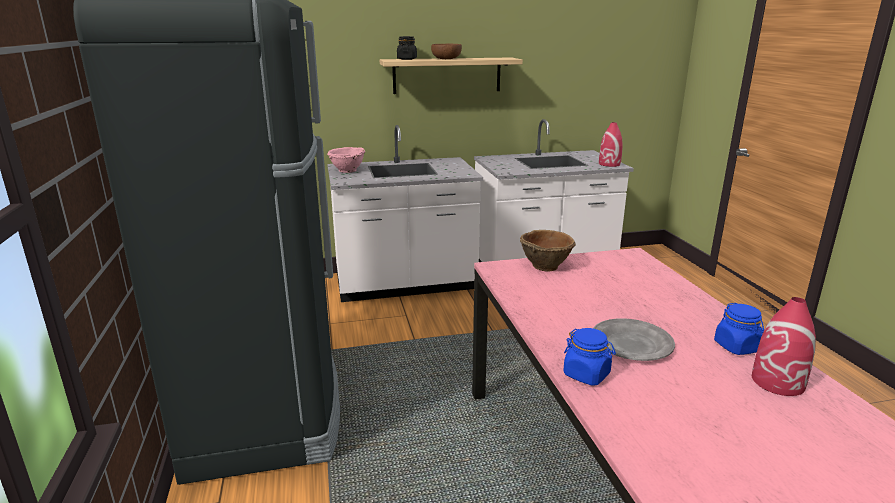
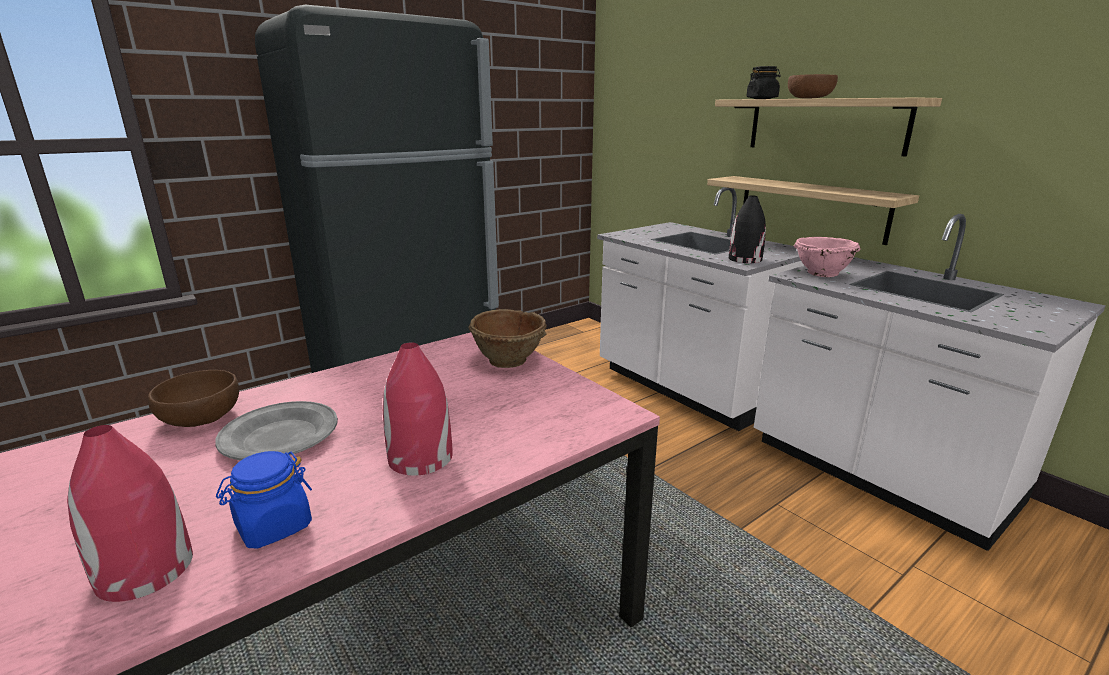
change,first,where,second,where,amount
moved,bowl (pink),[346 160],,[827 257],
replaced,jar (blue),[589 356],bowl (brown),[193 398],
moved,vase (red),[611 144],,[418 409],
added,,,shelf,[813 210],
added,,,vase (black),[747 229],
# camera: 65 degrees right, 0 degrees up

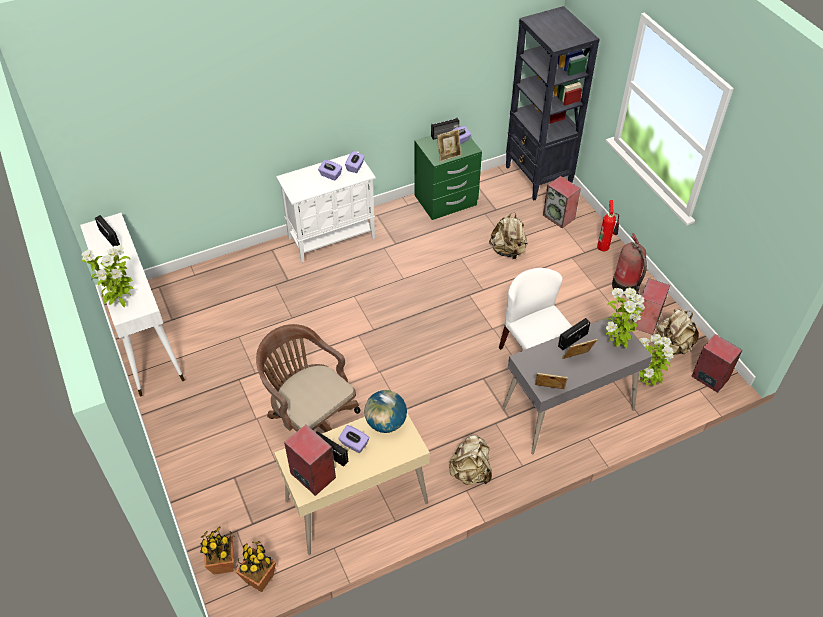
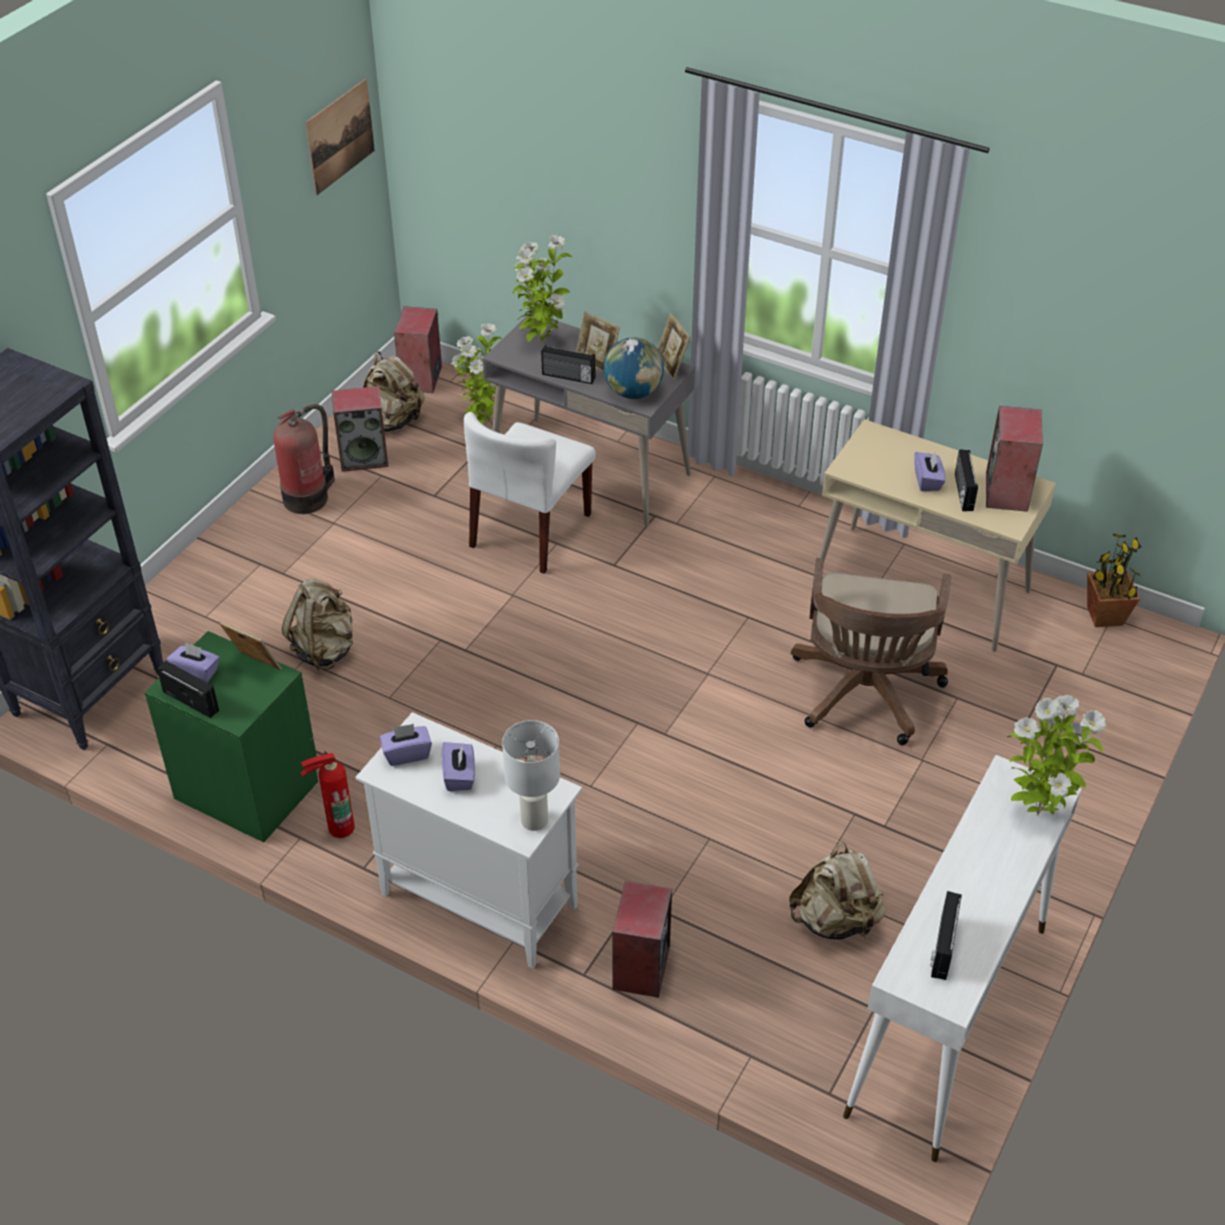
change,first,where,second,where,amount
removed,potted plant,[217 551],,,
moved,globe,[385 411],,[634 368],
moved,backpack (beige),[470 460],,[837 890],
moved,speaker,[562 202],,[642 939],
moved,fire extinguisher,[608 225],,[327 794],
added,,,picture,[340 137],
added,,,table lamp (white),[531 775],
# camera: 125 degrees left, 5 degrees down

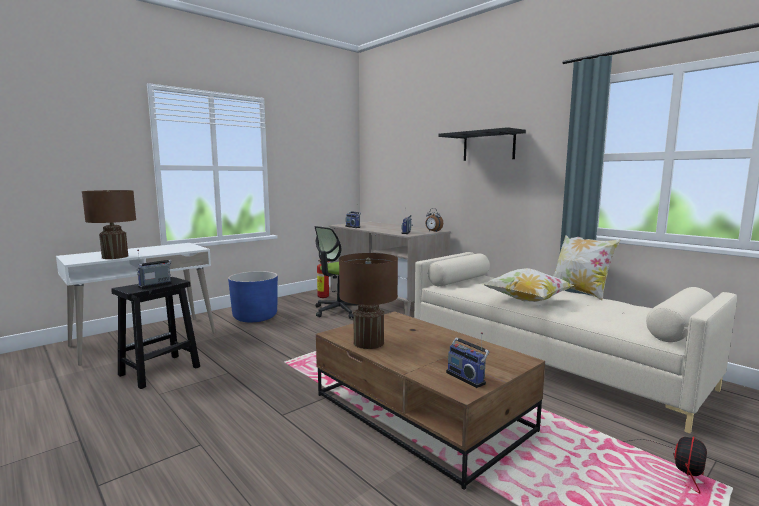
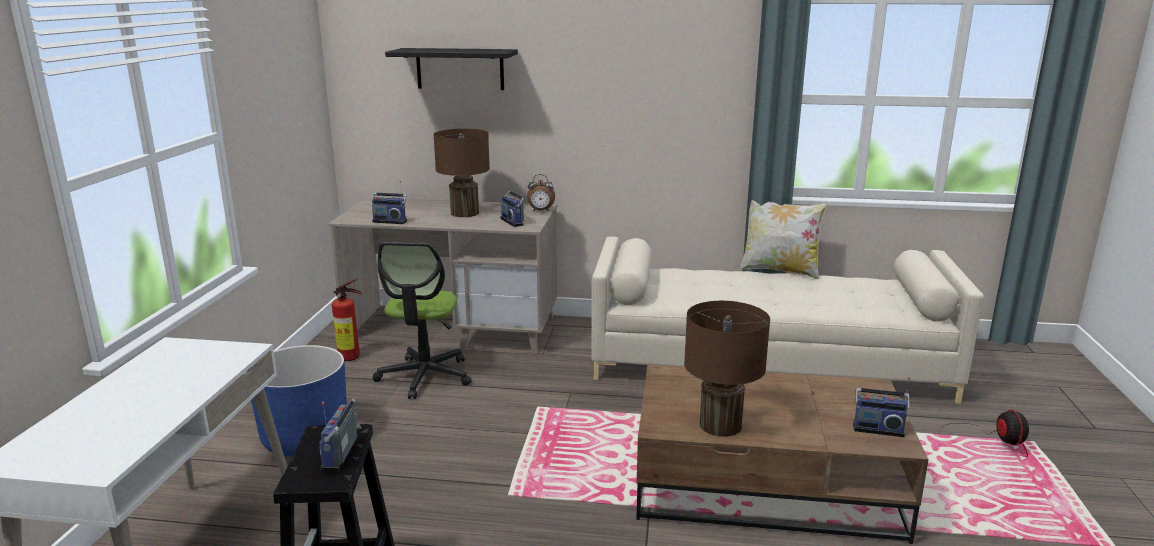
change,first,where,second,where,amount
moved,table lamp (brown),[109 224],,[461 173],
moved,shelf (black),[482 144],,[451 69],
removed,pillow,[528 285],,,
# camera: 40 degrees left, 10 degrees up

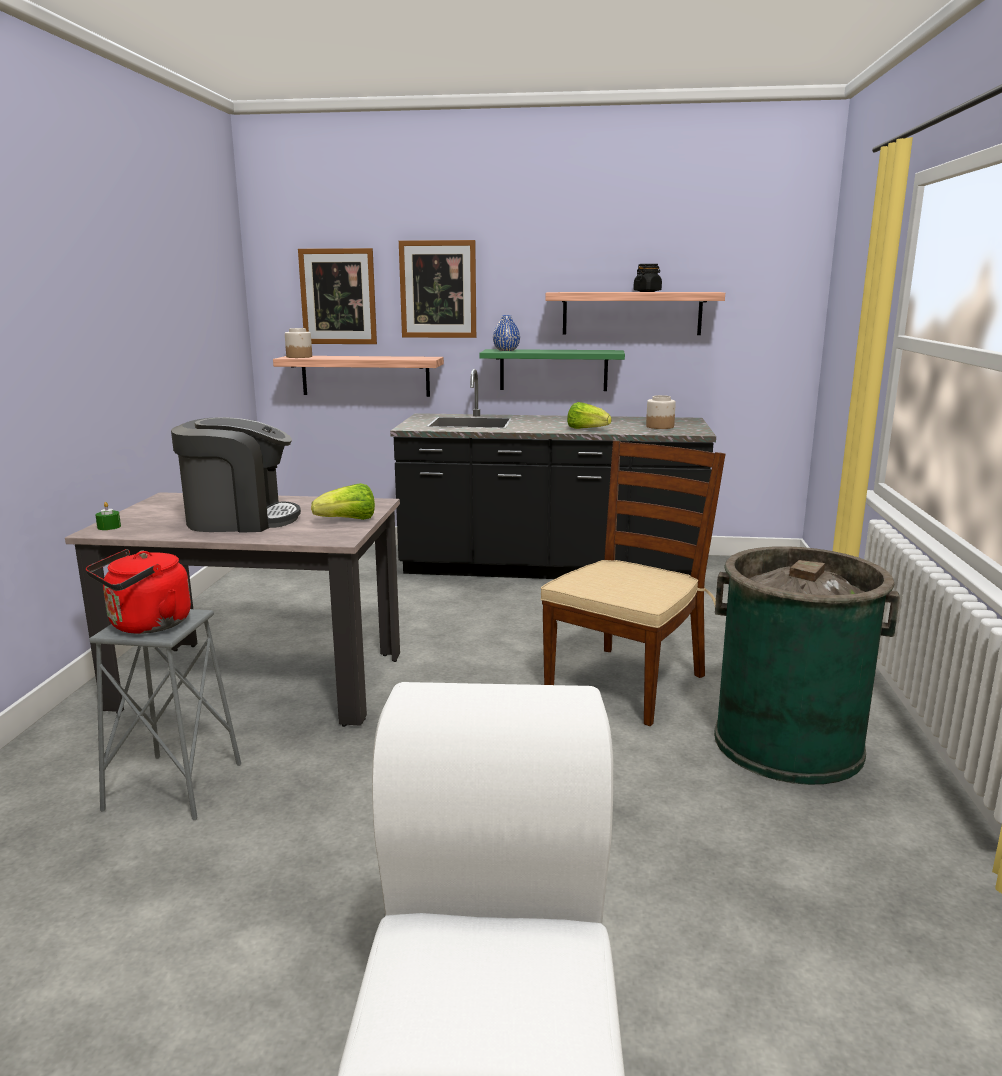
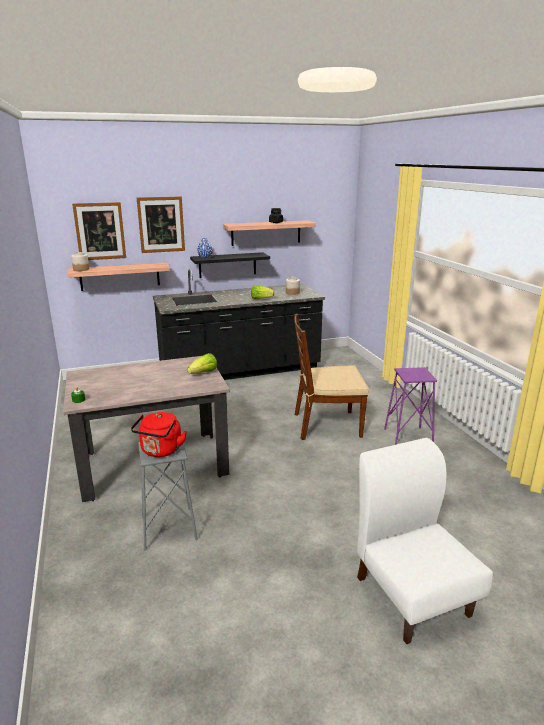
change,first,where,second,where,amount
removed,coffee machine,[236 475],,,
recoloured,shelf (green),[552 370],shelf (black),[230 265],
turned,chair (brown),[633 583],,[331 377],105 degrees counterclockwise
replaced,trash can (green),[807 665],stool (purple),[410 406],
# camera: 25 degrees left, 5 degrees up

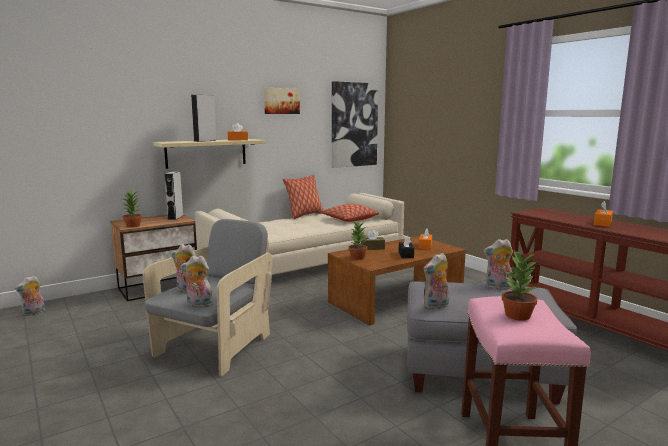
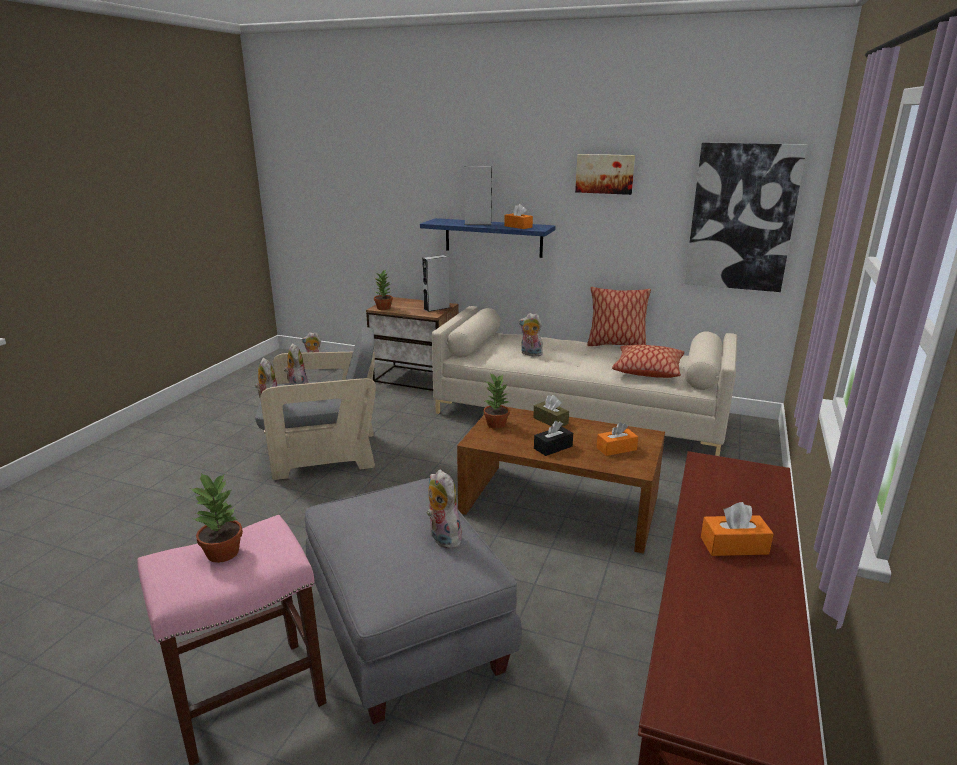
change,first,where,second,where,amount
recoloured,shelf (beige),[209 154],shelf (blue),[488 238],
moved,plush toy,[436 281],,[531 335],
# camera: 55 degrees right, 10 degrees up

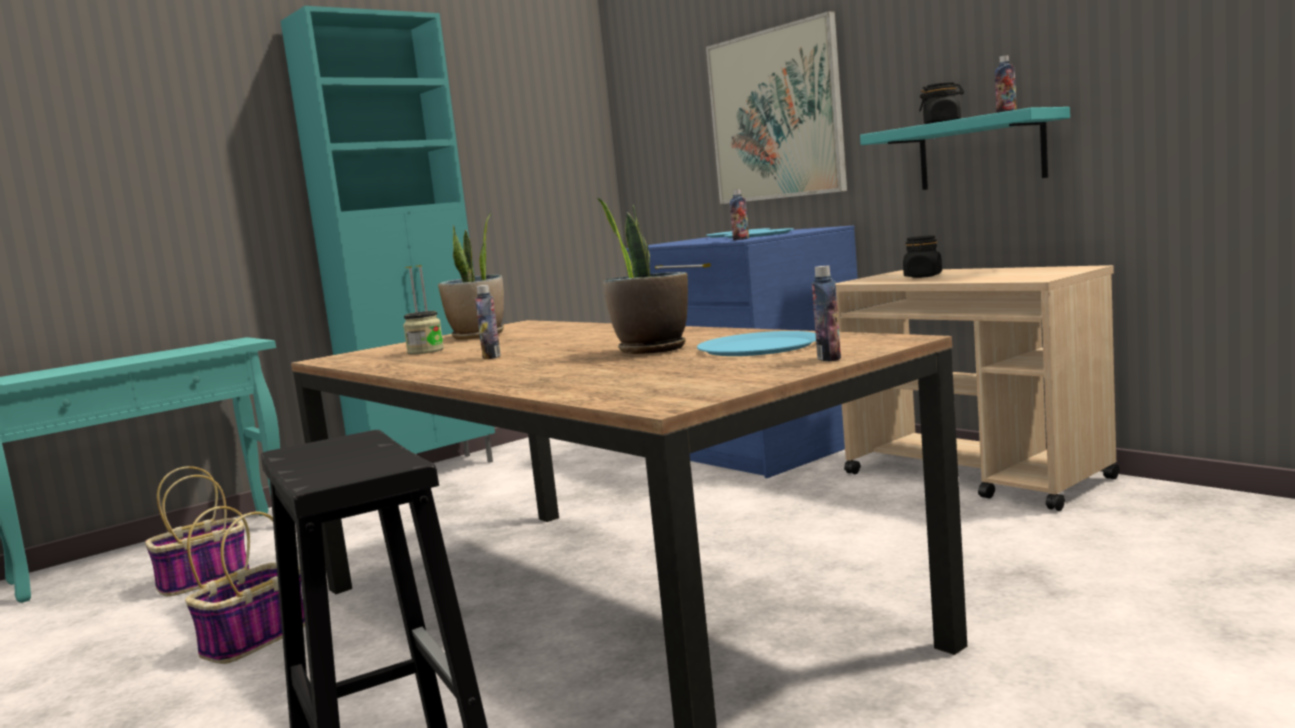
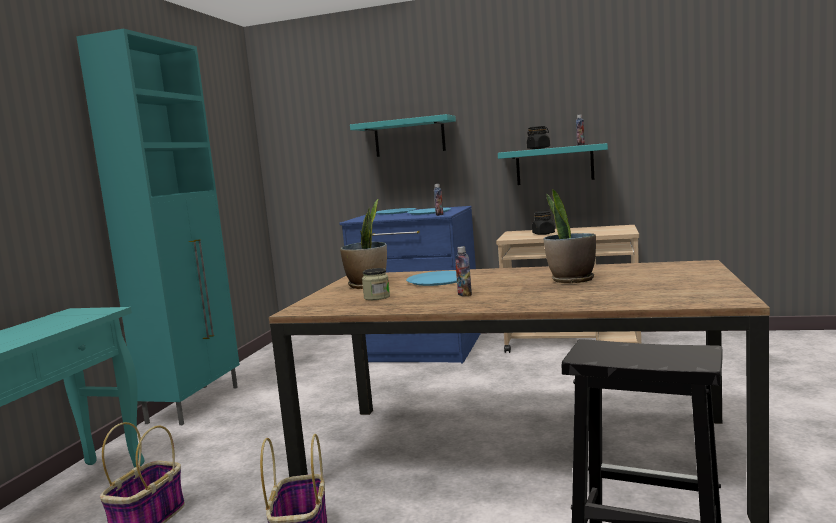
change,first,where,second,where,amount
moved,plate (blue),[756 343],,[431 278],
replaced,picture,[776 107],shelf (turquoise),[403 135],
removed,bottle,[826 313],,,
# camera: 35 degrees left, 0 degrees up

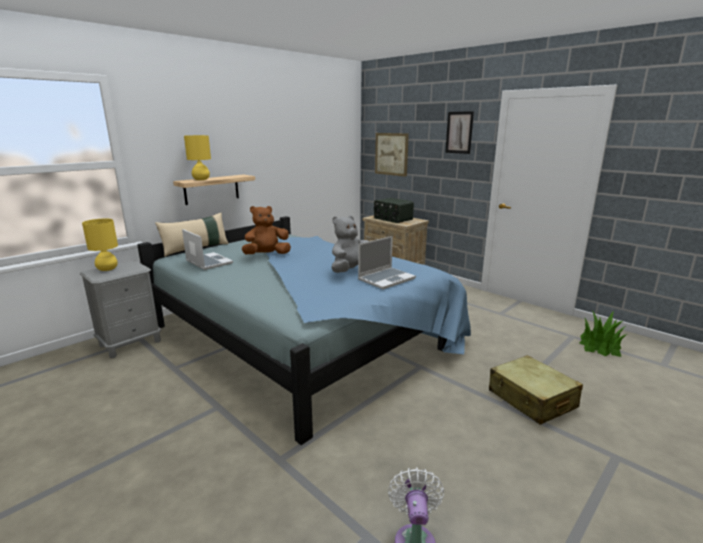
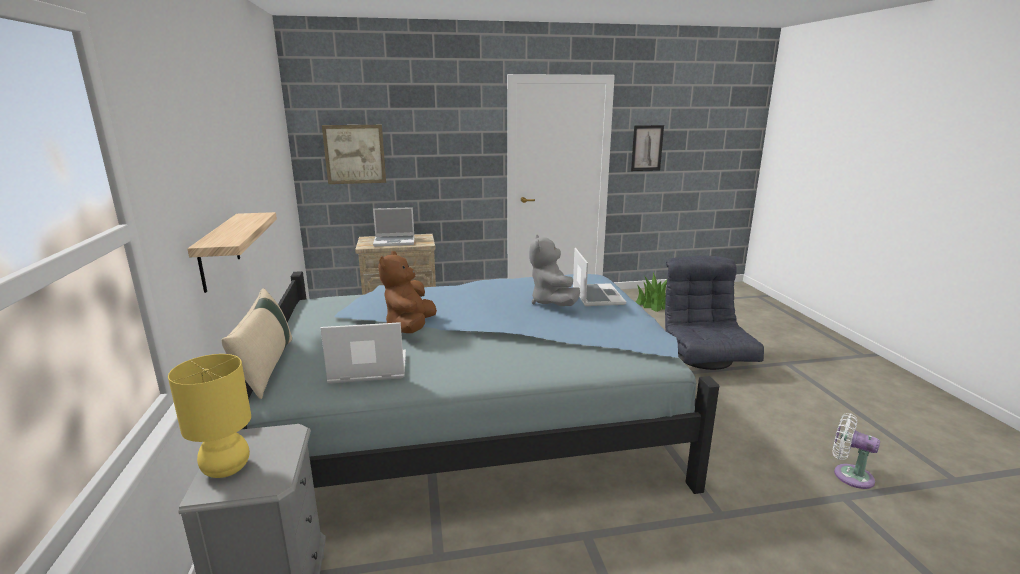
change,first,where,second,where,amount
removed,table lamp (yellow),[197 157],,,
replaced,radio,[394 210],laptop,[393 226],
moved,picture,[459 132],,[647 148],
replaced,suitcase (beige),[536 389],armchair (grey),[714 313],
# camera: 55 degrees left, 0 degrees up

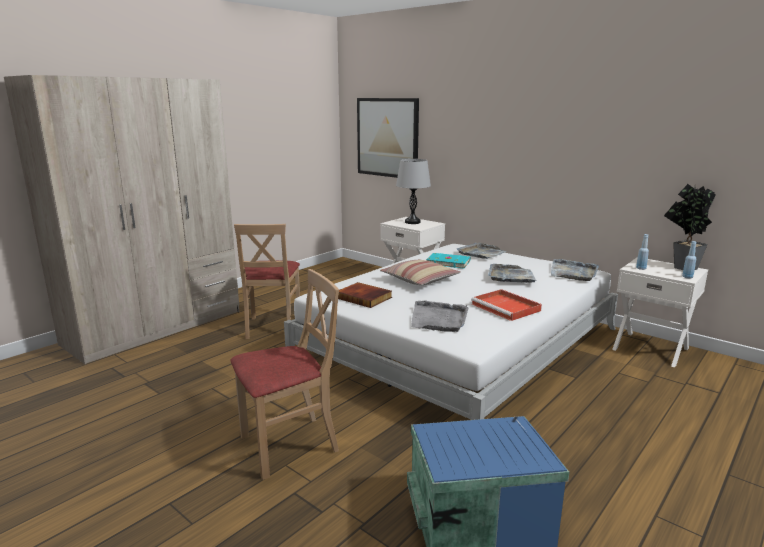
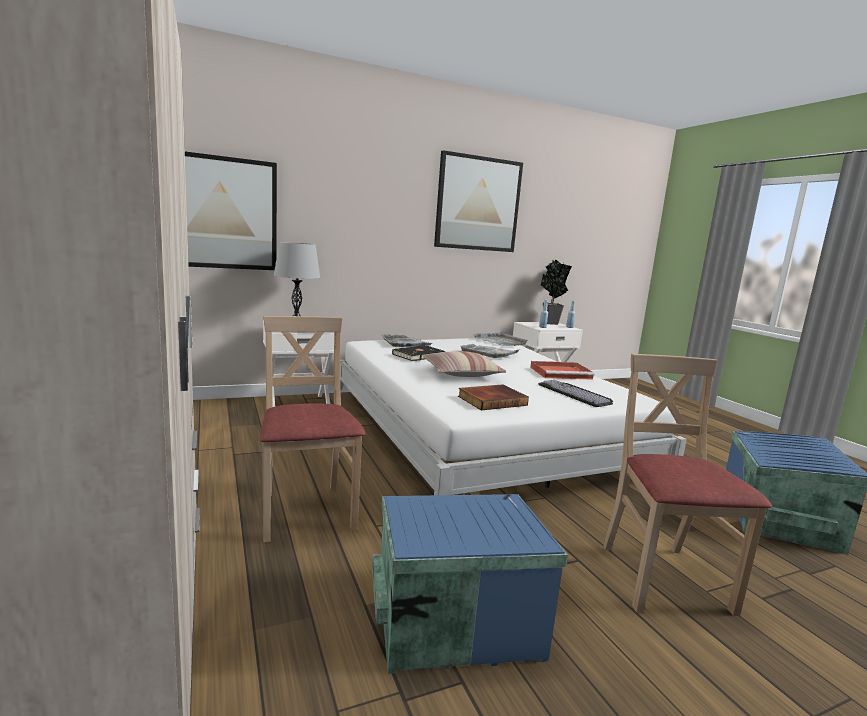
change,first,where,second,where,amount
turned,chair (beige),[267 281],,[312 429],135 degrees counterclockwise
replaced,tray (grey),[439 316],keyboard,[575 393],
recoloured,book (turquoise),[448 260],book (black),[418 353],
added,,,storage box (blue),[470 584],
added,,,picture,[478 201],
# camera: 65 degrees left, 5 degrees down

